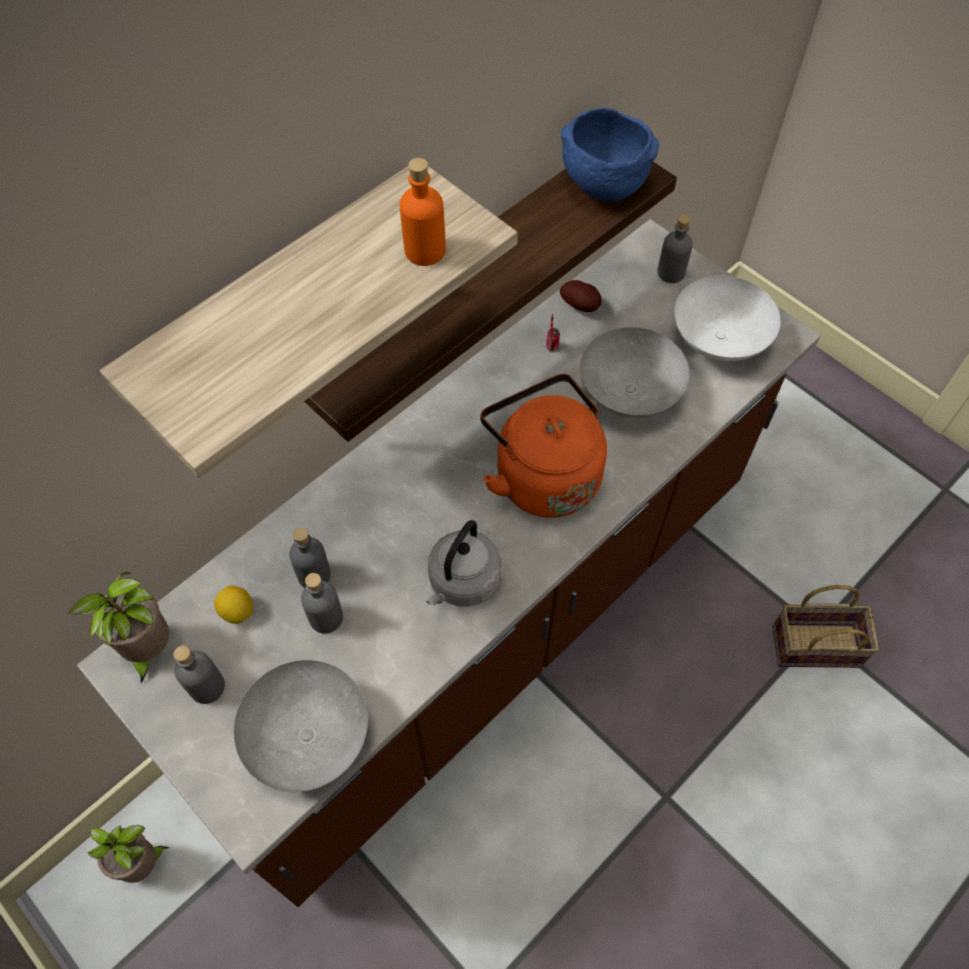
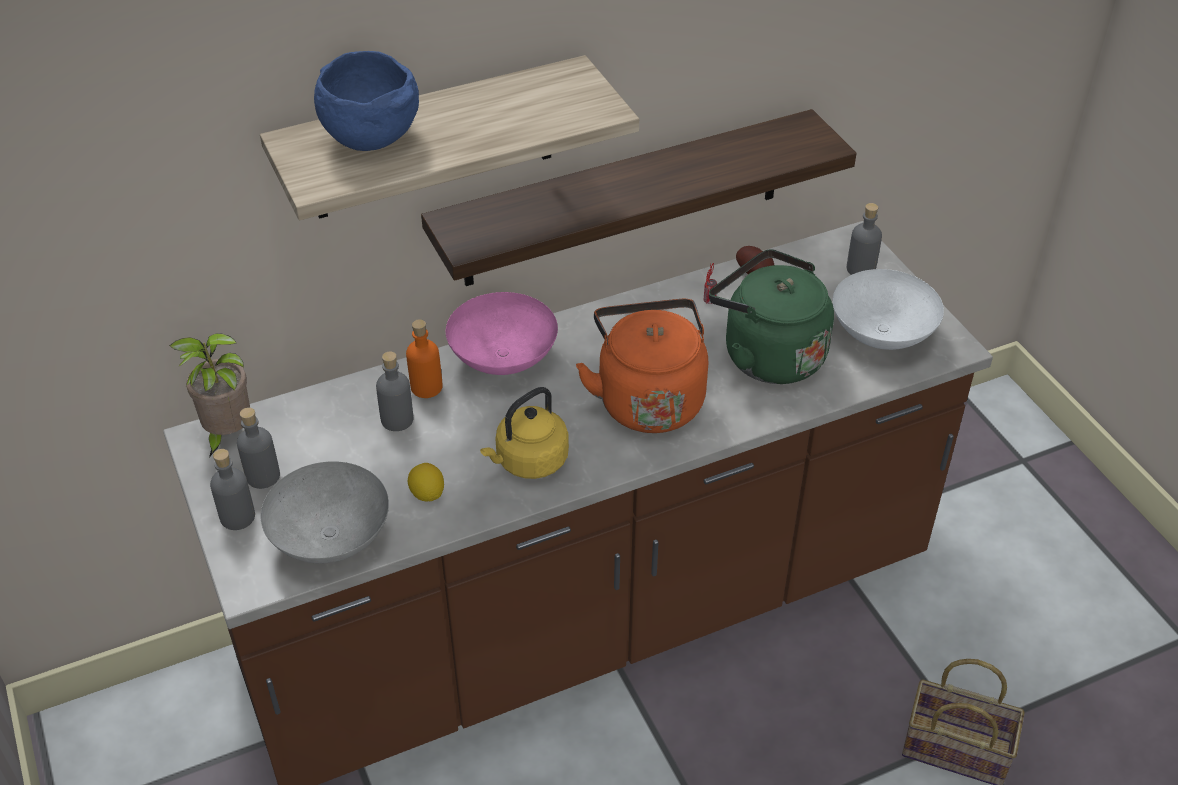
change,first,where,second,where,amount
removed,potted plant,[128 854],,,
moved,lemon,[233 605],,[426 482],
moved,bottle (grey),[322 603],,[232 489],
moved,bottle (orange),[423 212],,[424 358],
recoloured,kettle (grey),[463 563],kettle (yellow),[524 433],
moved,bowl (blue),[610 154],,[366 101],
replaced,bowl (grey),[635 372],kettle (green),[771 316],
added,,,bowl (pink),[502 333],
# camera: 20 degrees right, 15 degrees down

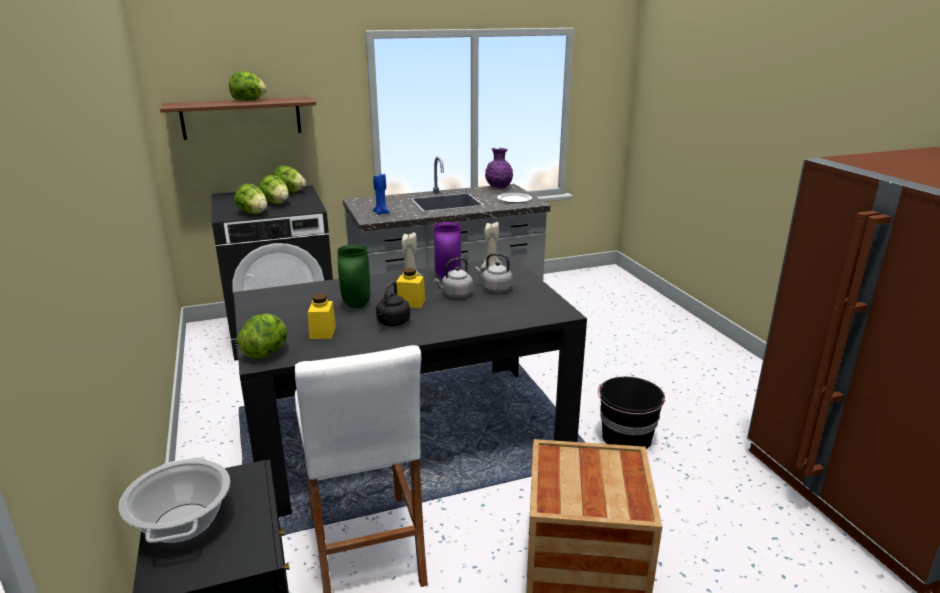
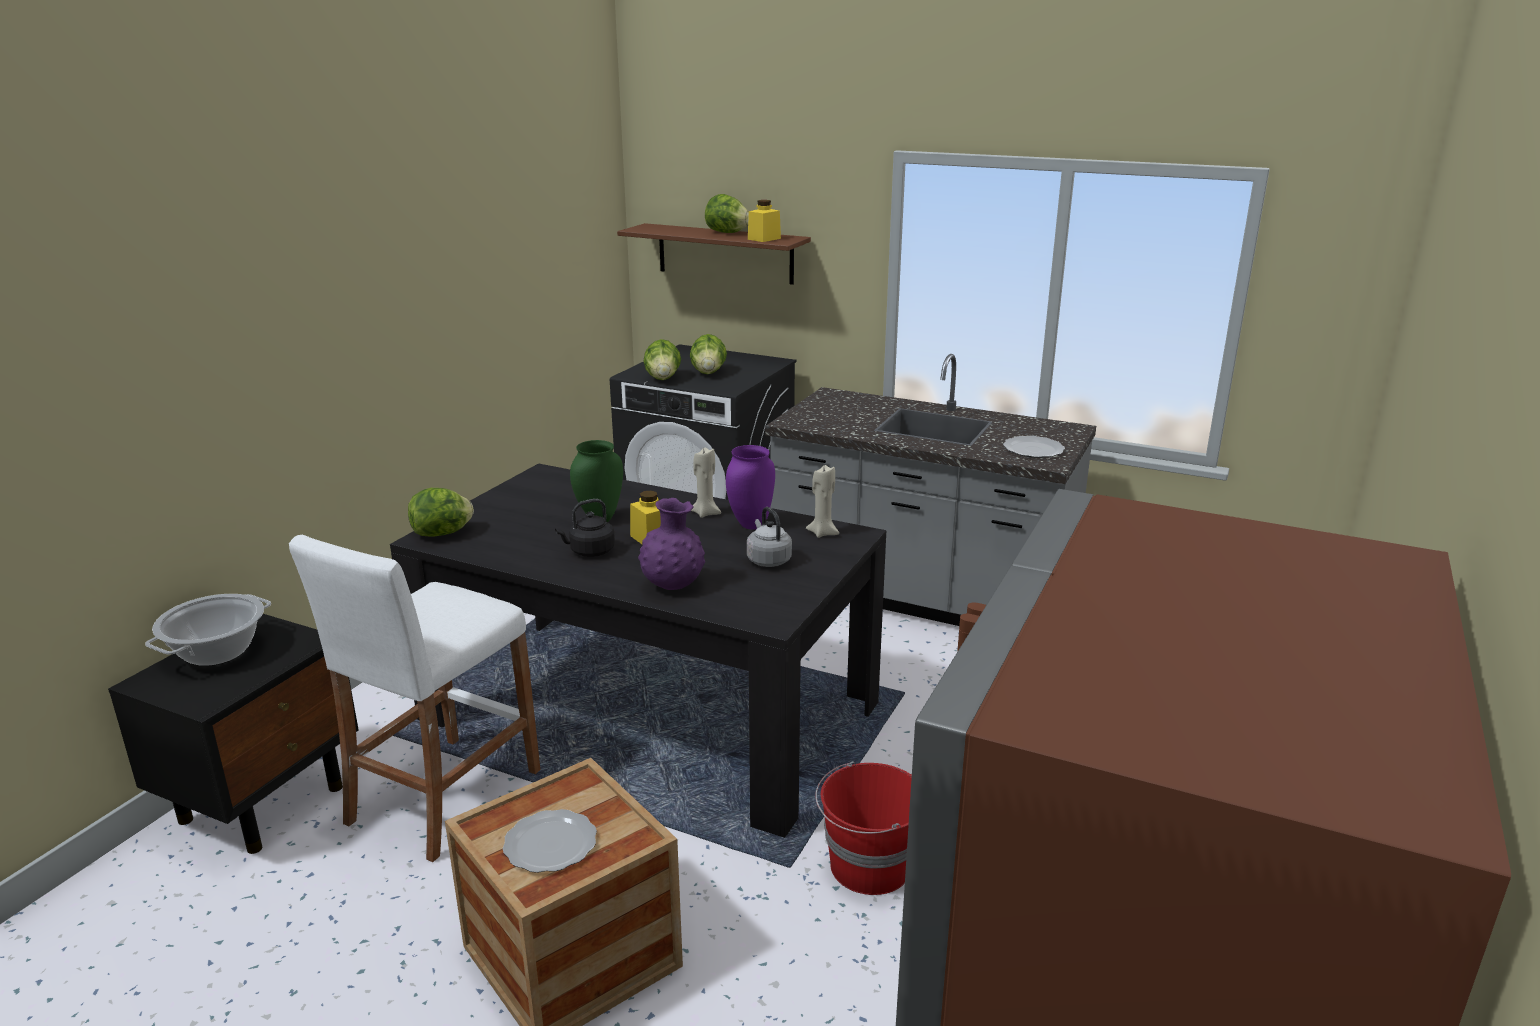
change,first,where,second,where,amount
removed,lettuce,[289 179],,,
moved,jar (yellow),[322 316],,[764 221],
removed,candle (blue),[381 194],,,
removed,kettle (grey),[453 278],,,
moved,vase (purple),[499 168],,[671 544],
recoloured,bucket (black),[631 413],bucket (red),[863 828],
added,,,plate,[550 841],
# camera: 45 degrees right, 0 degrees up

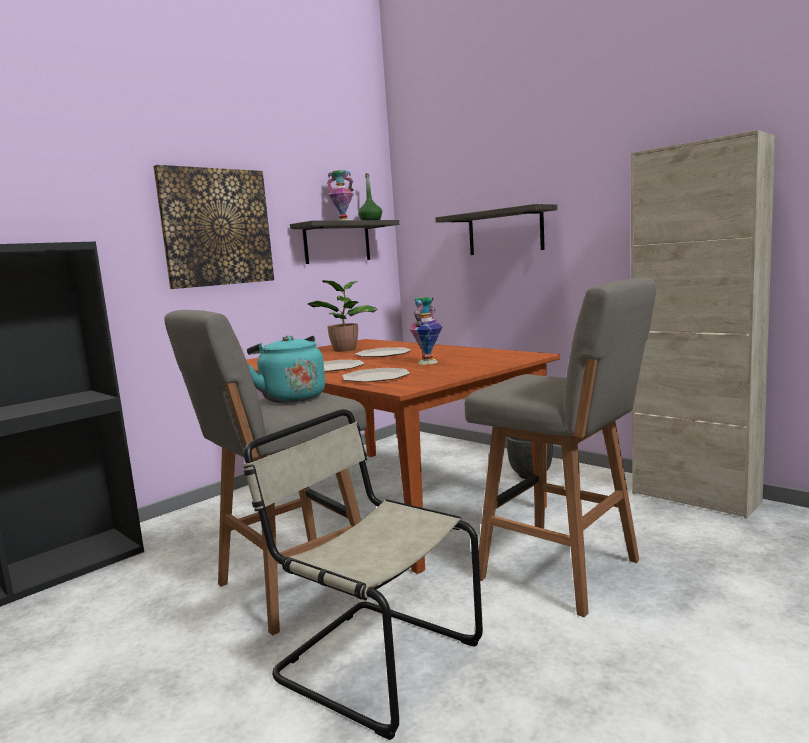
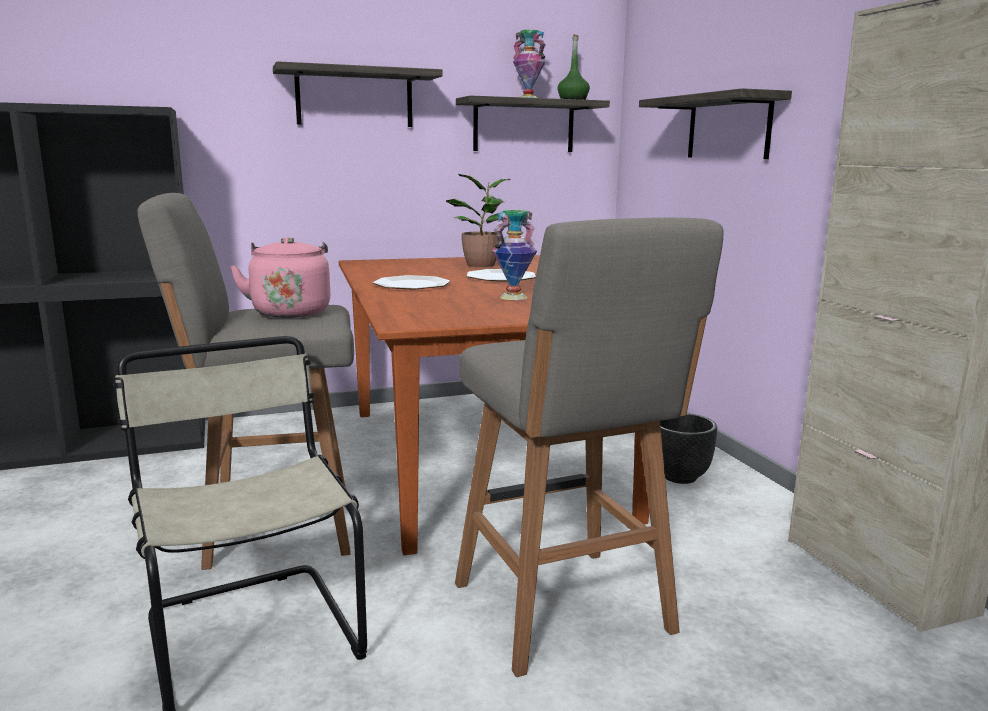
change,first,where,second,where,amount
replaced,picture,[213 227],shelf,[358 94],
recoloured,kettle (turquoise),[286 369],kettle (pink),[280 277],
removed,plate,[376 375],,,
# camera: 25 degrees right, 5 degrees up

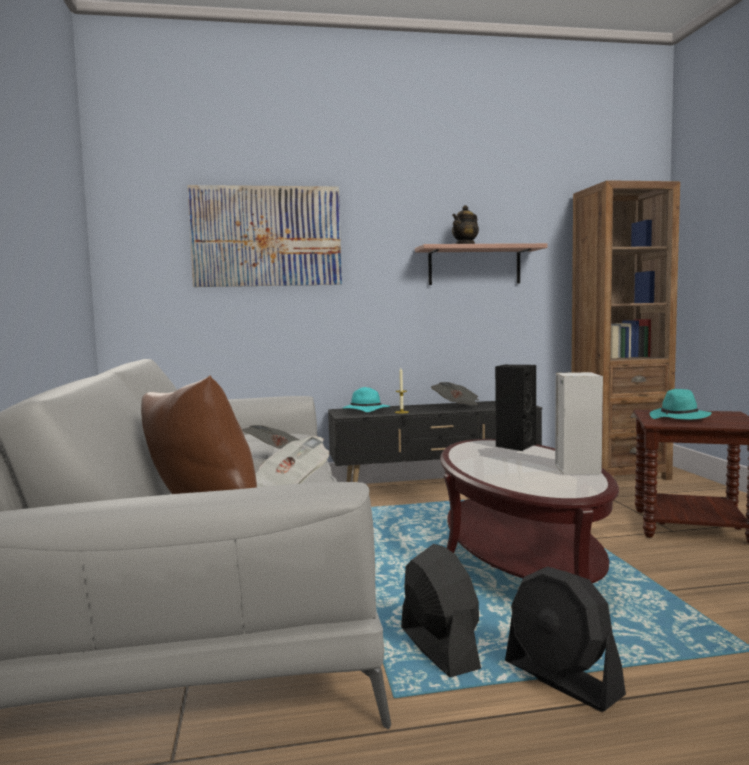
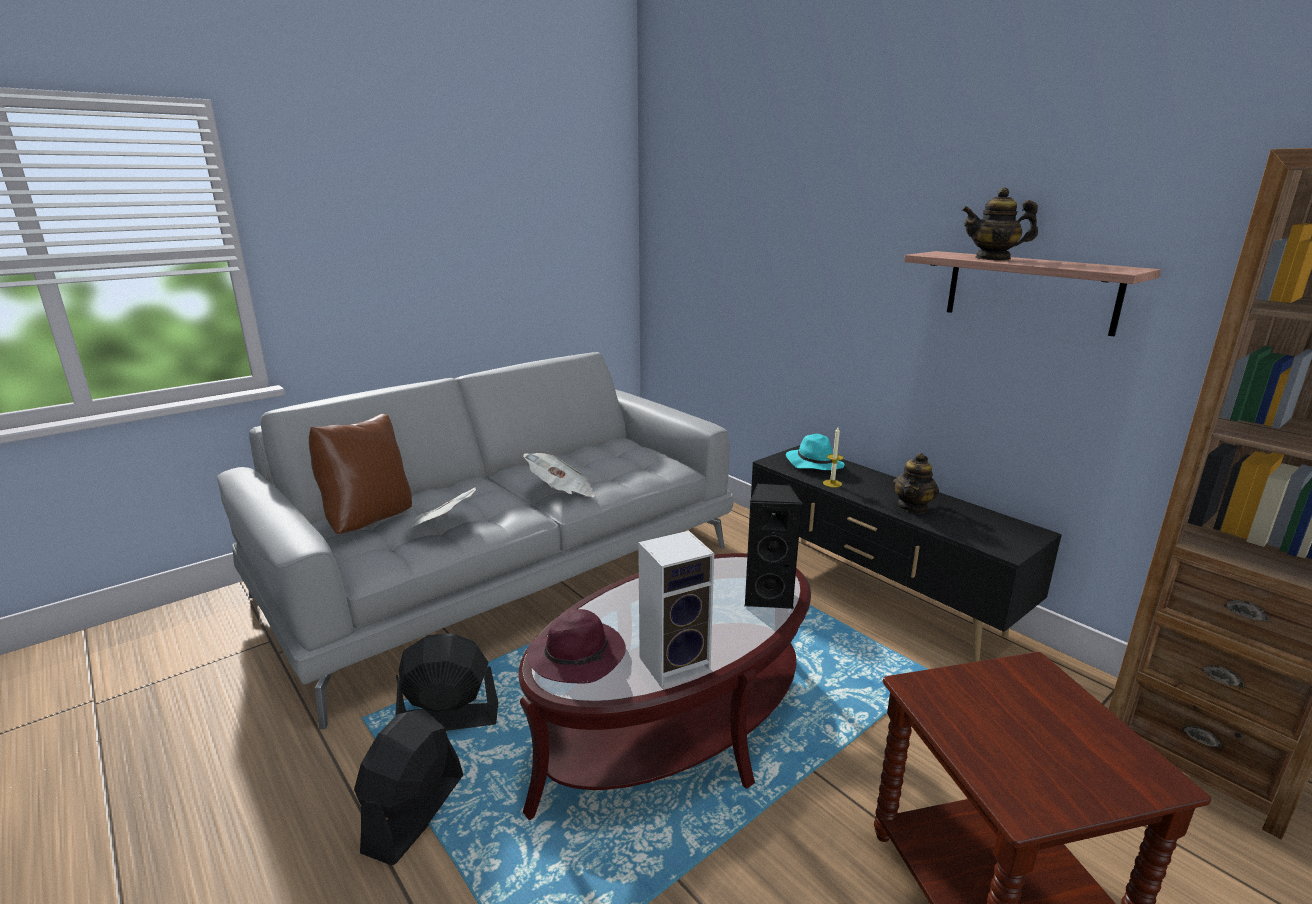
change,first,where,second,where,amount
removed,picture,[264 236],,,
turned,fan (black),[441 611],,[446 682],135 degrees counterclockwise
replaced,newspaper,[455 393],teapot,[916 483],
removed,hat (turquoise),[681 404],,,
added,,,hat (purple),[576 646],
# camera: 60 degrees right, 15 degrees up

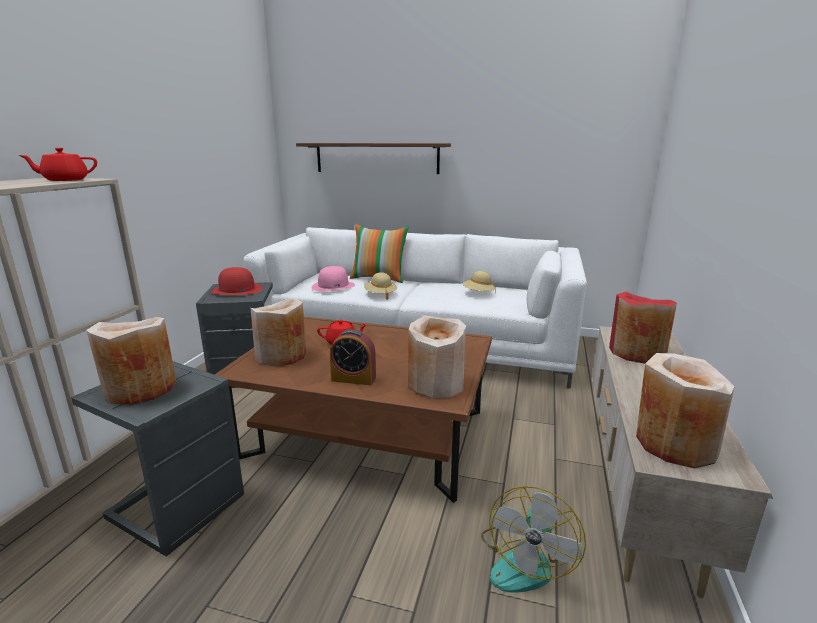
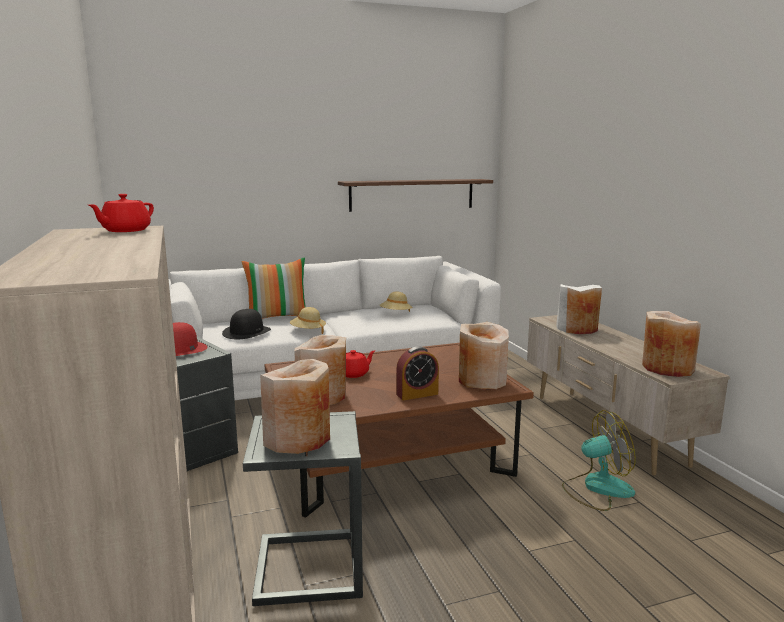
change,first,where,second,where,amount
moved,shelf (brown),[373 158],,[415 195],
recoloured,hat (pink),[333 278],hat (black),[246 324],
turned,fan,[533 539],,[599 460],90 degrees counterclockwise
recoloured,vase (red),[643 328],vase (white),[579 309],
# camera: 35 degrees left, 5 degrees down

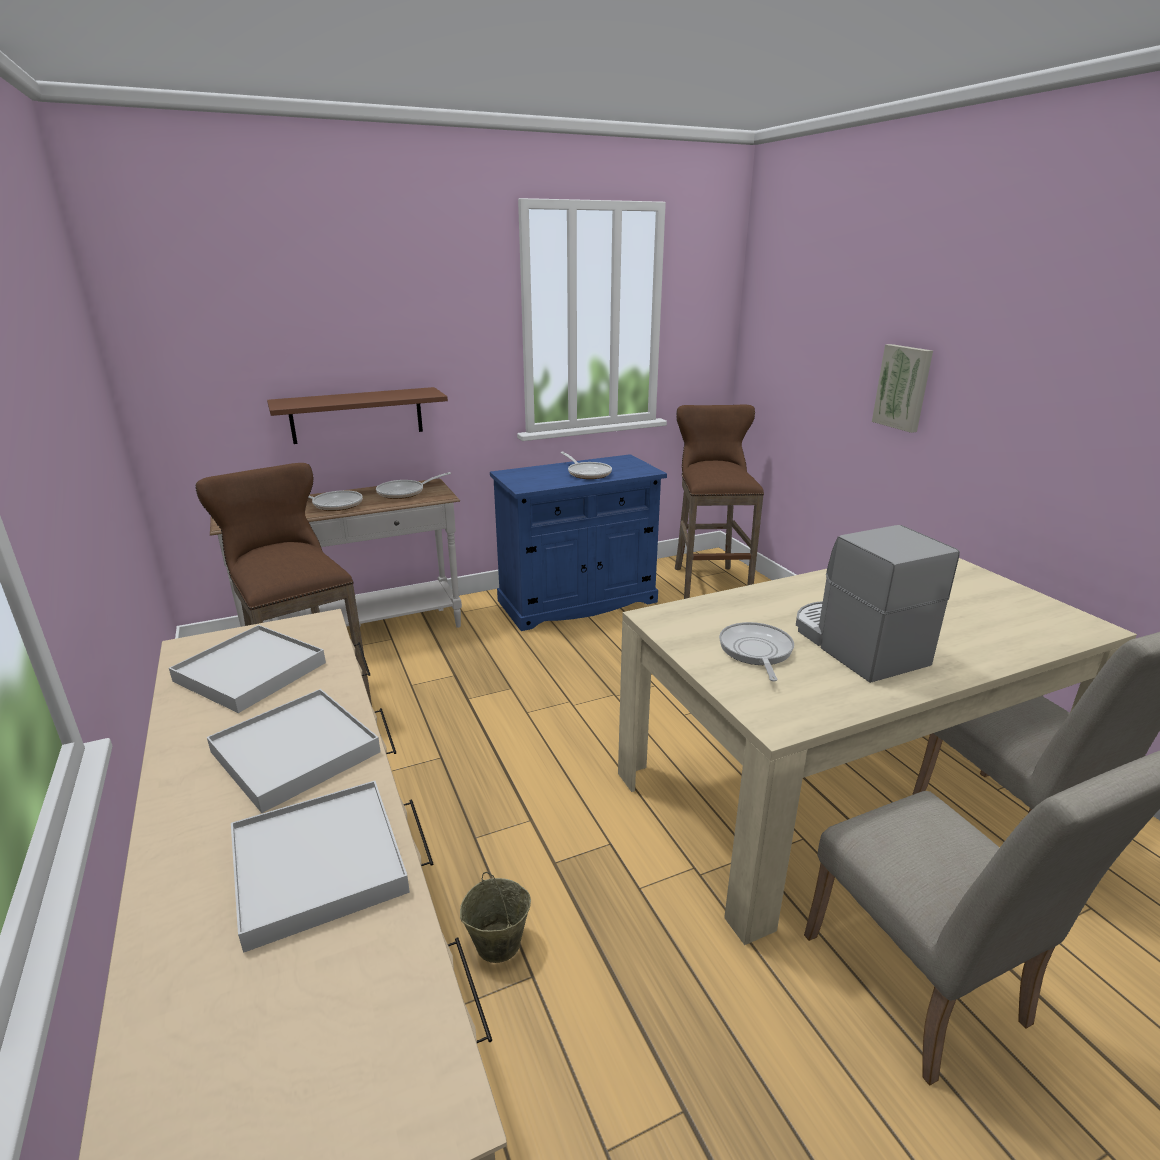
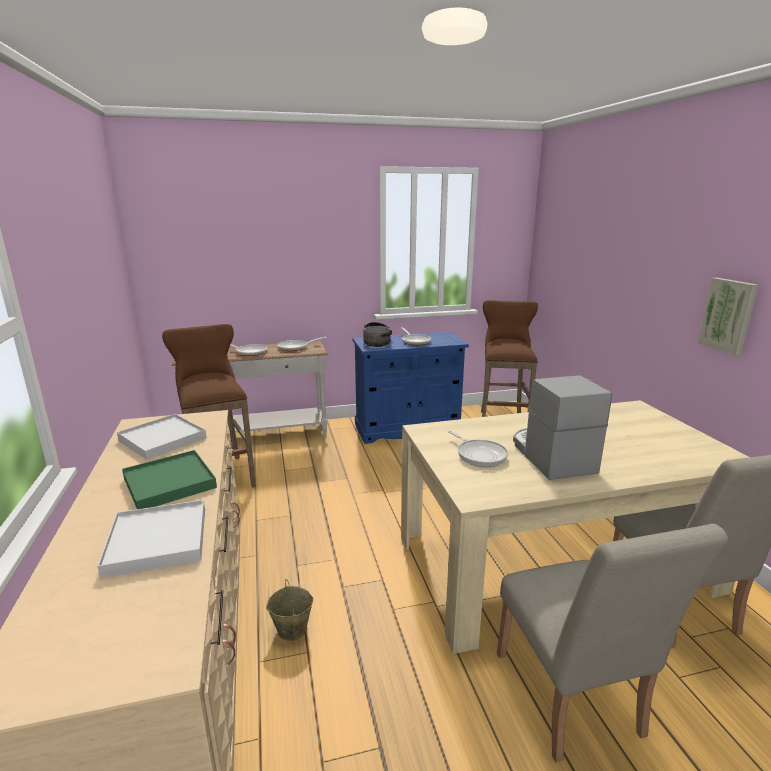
change,first,where,second,where,amount
recoloured,tray (white),[294 751],tray (green),[169 479],
removed,shelf (brown),[357 415],,,
turned,frying pan,[756 651],,[478 448],135 degrees clockwise
moved,picture,[902 388],,[728 316],
added,,,cooking pot,[377 334],
# camera: 10 degrees right, 5 degrees down

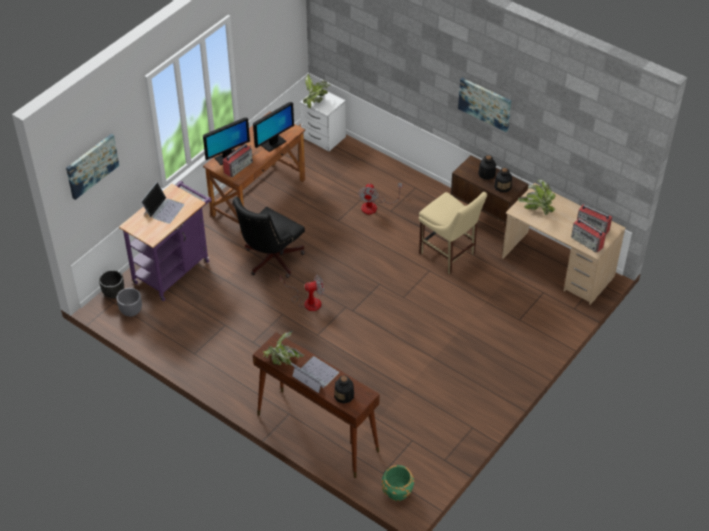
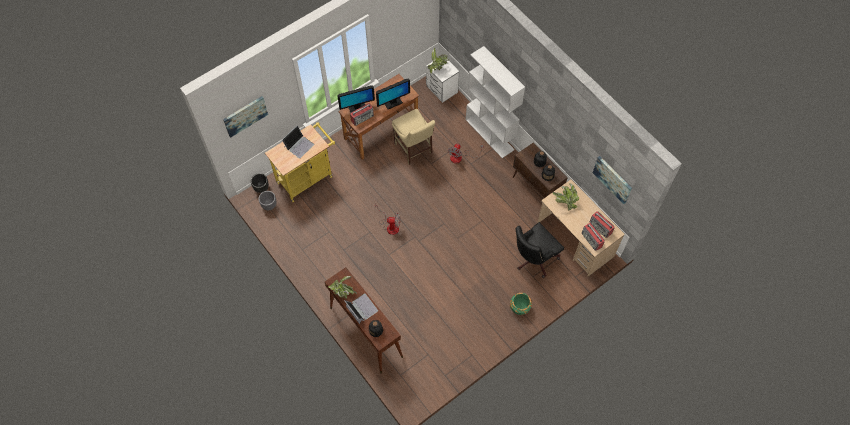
change,first,where,second,where,amount
recoloured,cart (purple),[165 241],cart (yellow),[300 162],
moved,office chair (black),[269 237],,[539 250],
moved,planter (green),[398 483],,[521 304],
moved,chair (beige),[453 233],,[413 137],
moved,picture,[484 105],,[612 180],
added,,,bookcase (white),[495 102],
# camera: 15 degrees right, 15 degrees up

